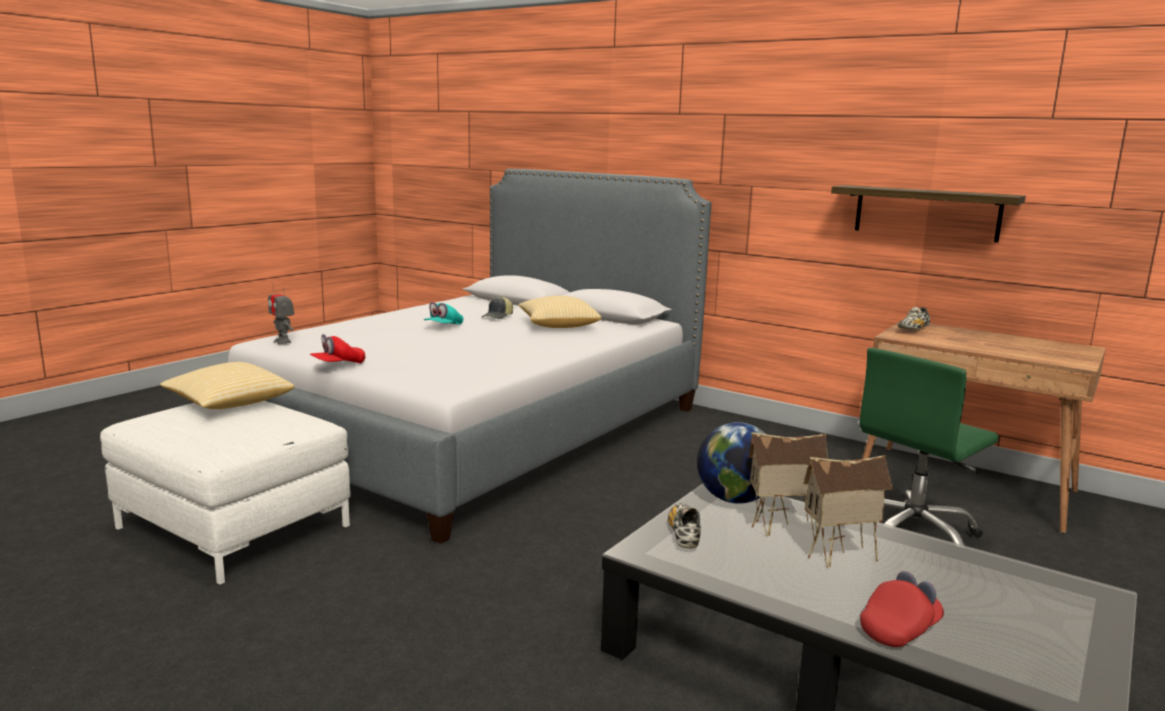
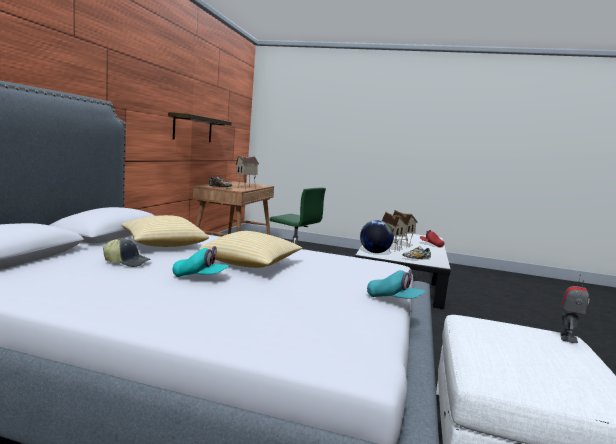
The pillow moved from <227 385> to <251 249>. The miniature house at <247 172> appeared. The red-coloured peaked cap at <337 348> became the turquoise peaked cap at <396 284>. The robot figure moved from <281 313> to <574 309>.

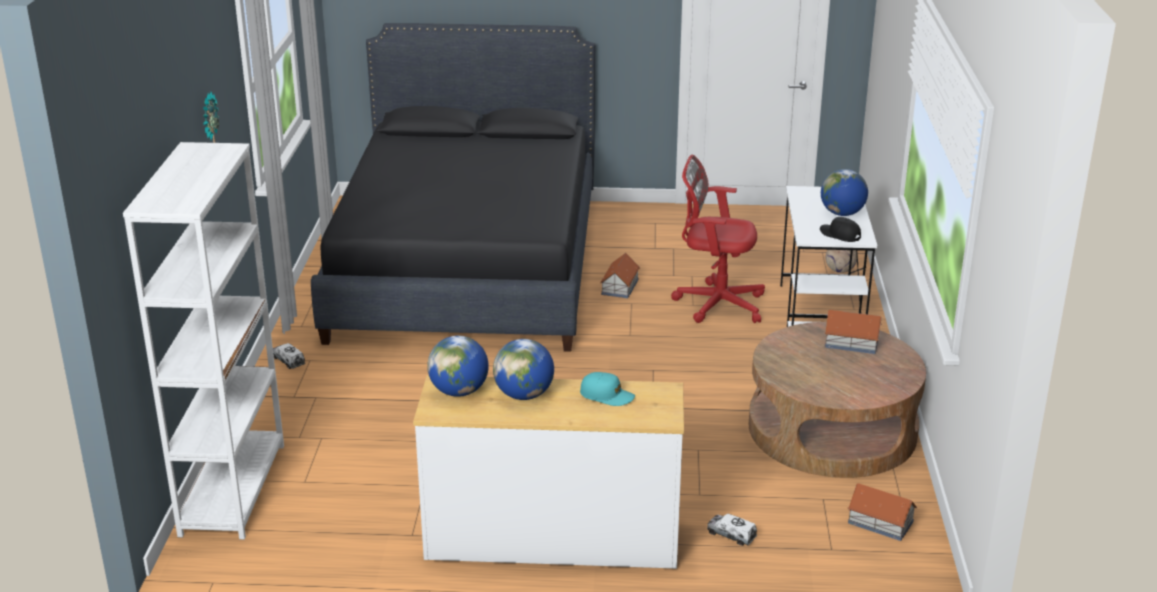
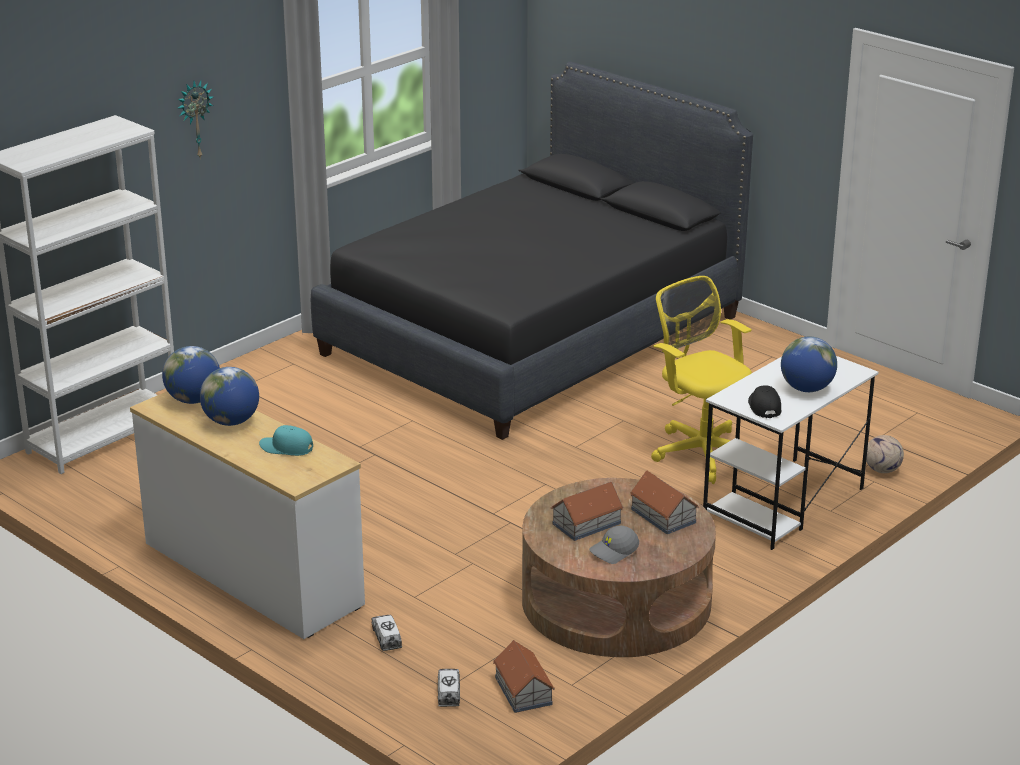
The turquoise peaked cap at <607 389> turned 135 degrees clockwise. The toy truck moved from <289 356> to <449 688>. The miniature house moved from <620 275> to <587 511>. The grey peaked cap at <614 545> appeared. The red-coloured computer chair at <718 239> became the yellow computer chair at <701 380>.

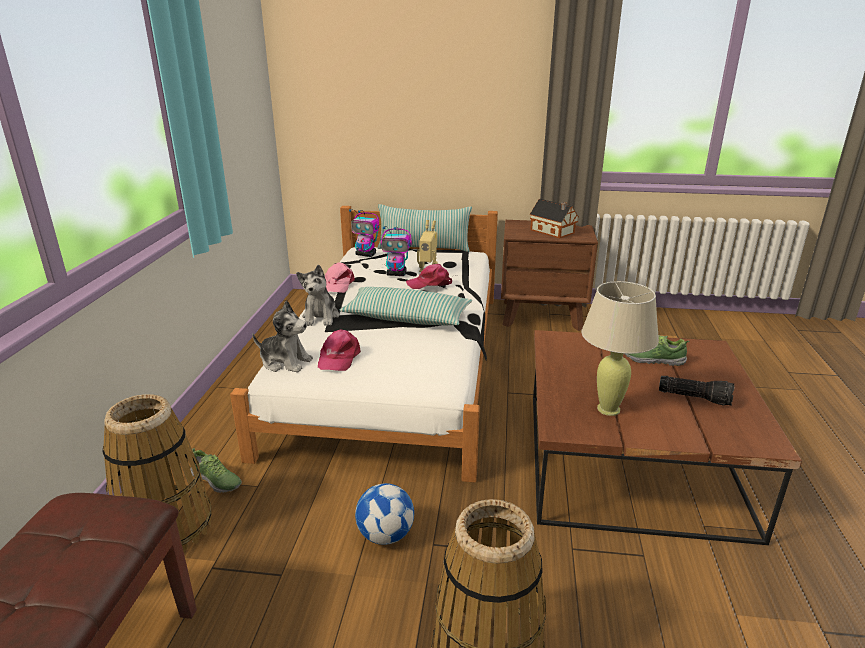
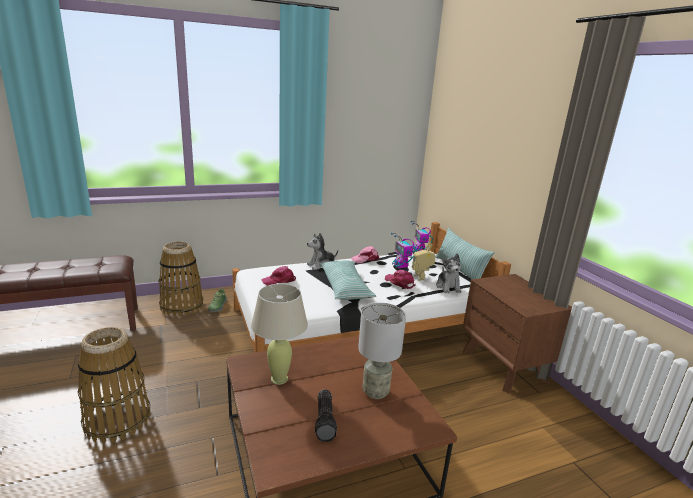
The shoe at <657 350> was replaced by the grey tabletop lamp at <382 351>. The plush toy moved from <282 336> to <449 273>. The football at <384 514> disappeared. The miniature house at <554 218> disappeared.

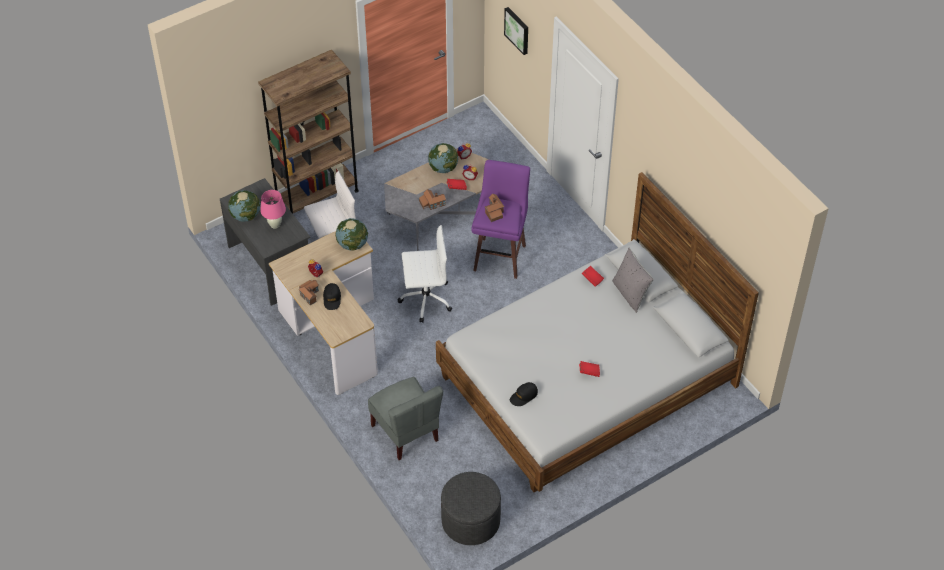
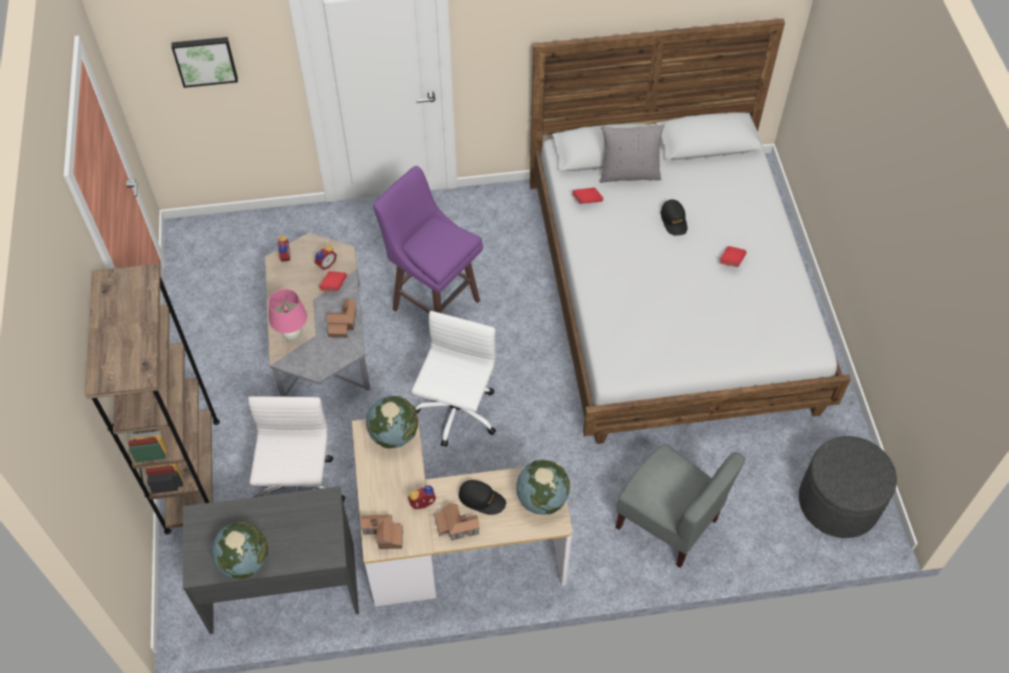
The pink-coloured tabletop lamp moved from <273 209> to <288 315>. The miniature house moved from <494 208> to <382 532>. The desk globe moved from <443 158> to <543 487>. The grey upright chair at <405 418> turned 45 degrees clockwise. The blackish peaked cap moved from <524 394> to <674 218>.

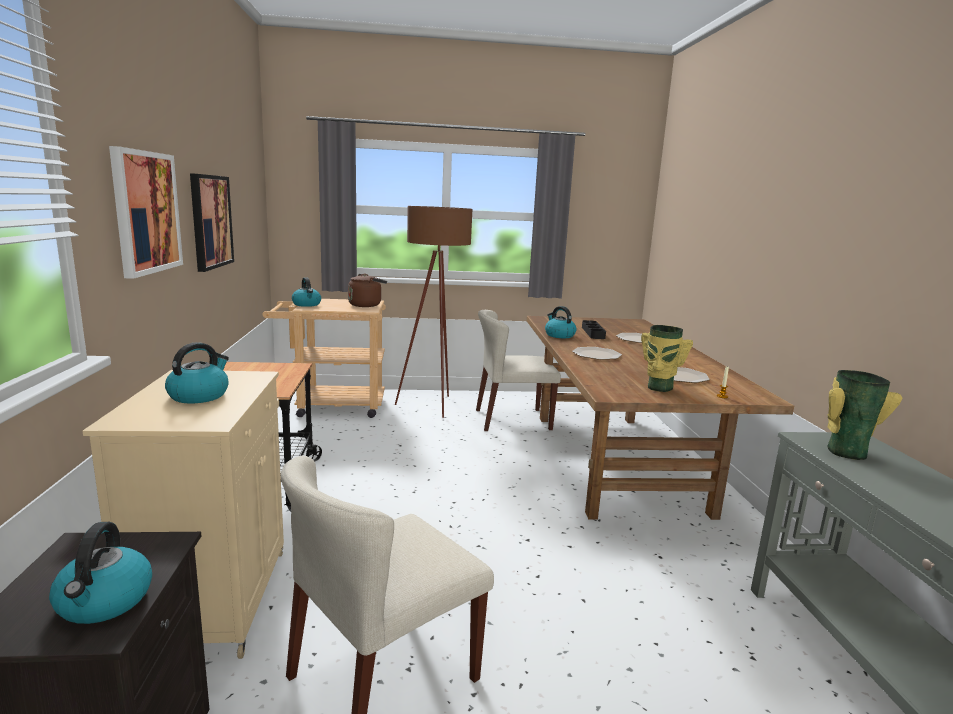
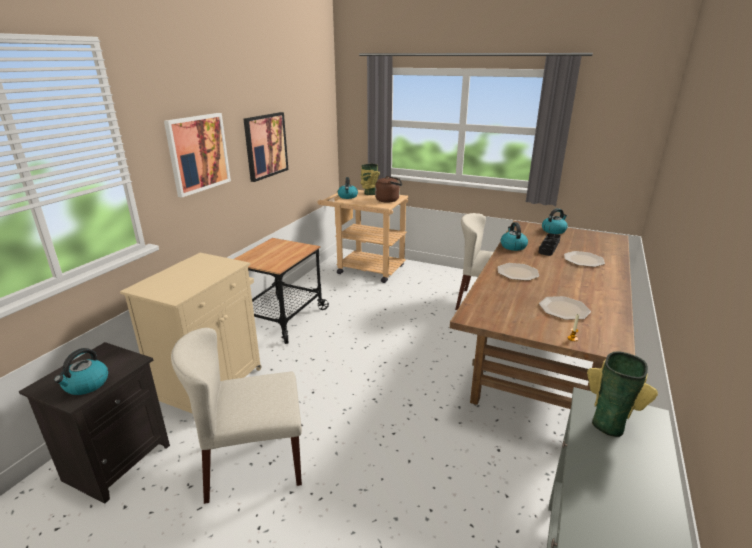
The decorative vase moved from <667 358> to <370 179>. The tea kettle moved from <197 372> to <555 221>. The brownish floor lamp at <433 312> disappeared.

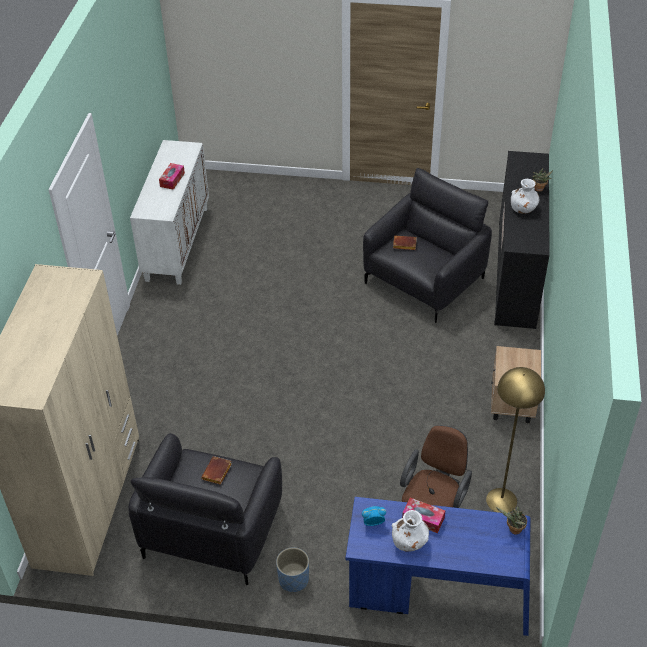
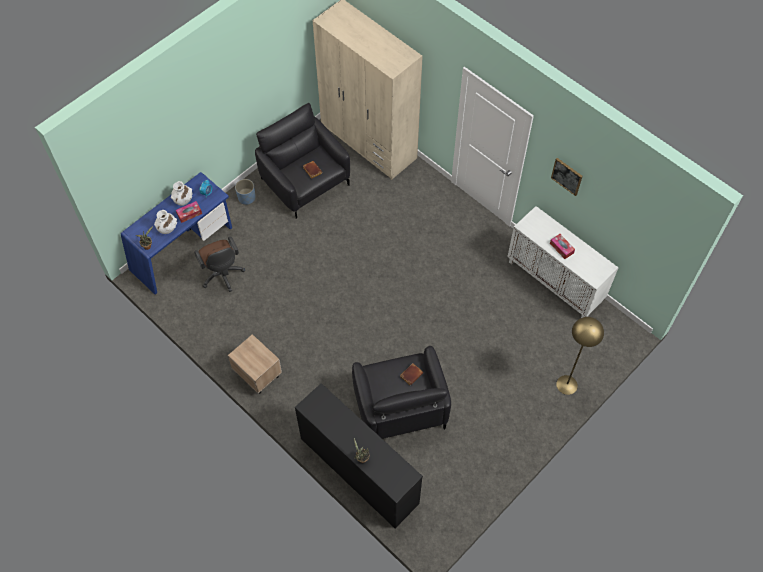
The white decorative vase moved from <525 196> to <165 222>. The wall picture at <567 177> appeared. The yellow floor lamp moved from <515 440> to <580 356>.

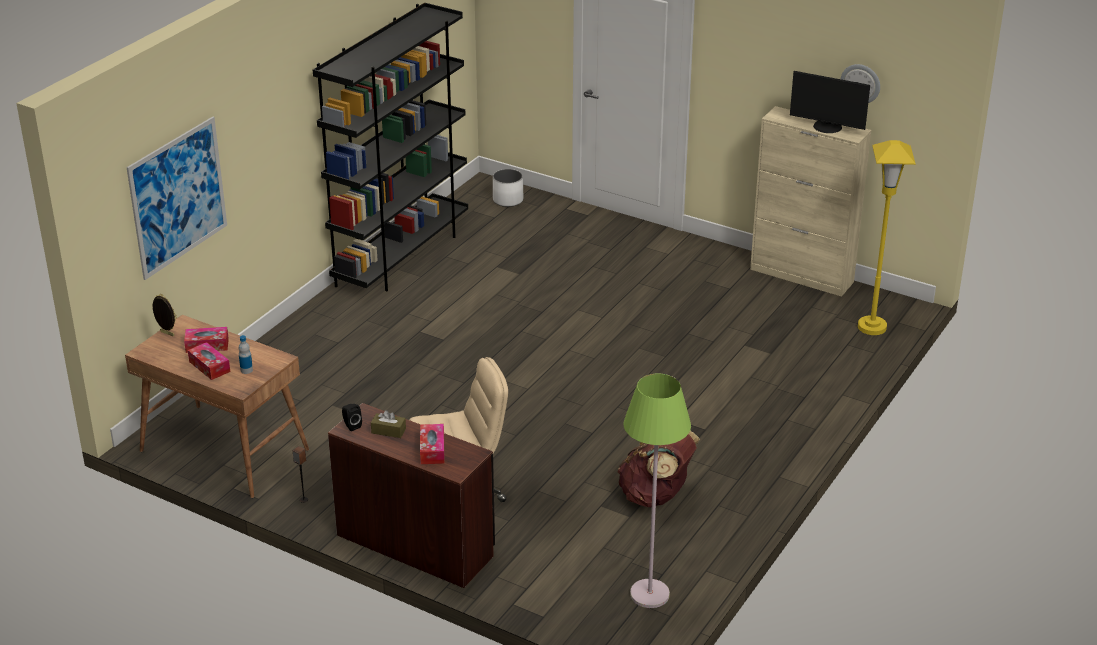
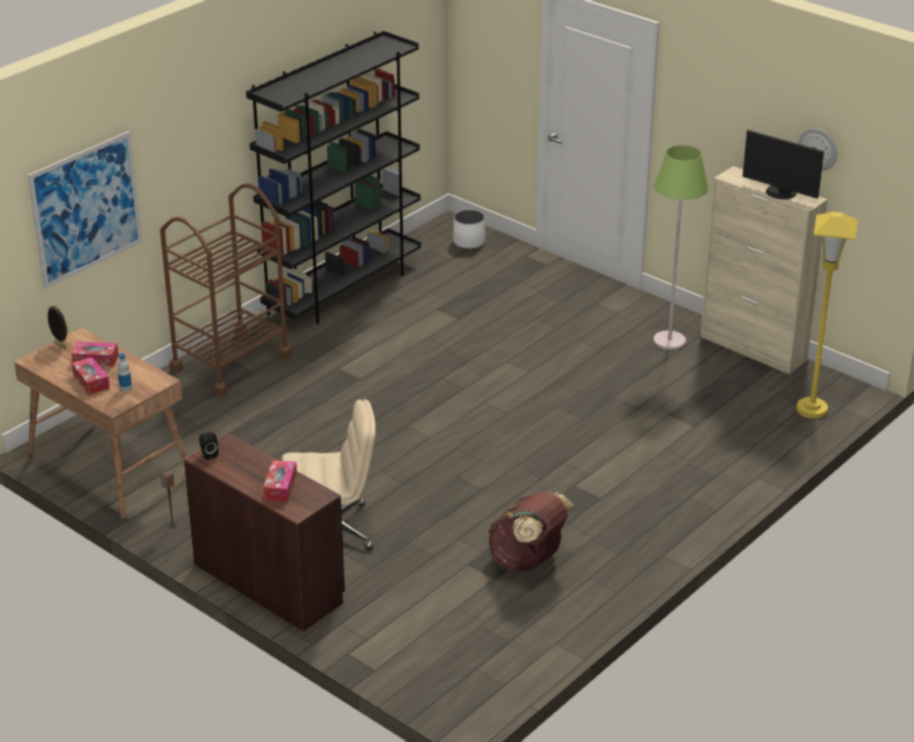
The brownish cart at <226 289> appeared. The green floor lamp moved from <657 491> to <681 247>. The brownish tissue holder at <388 424> disappeared.

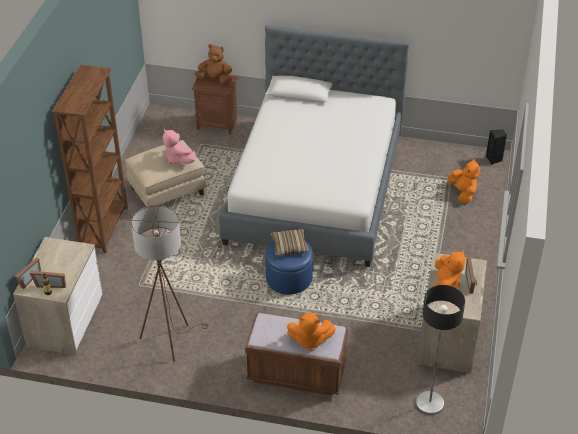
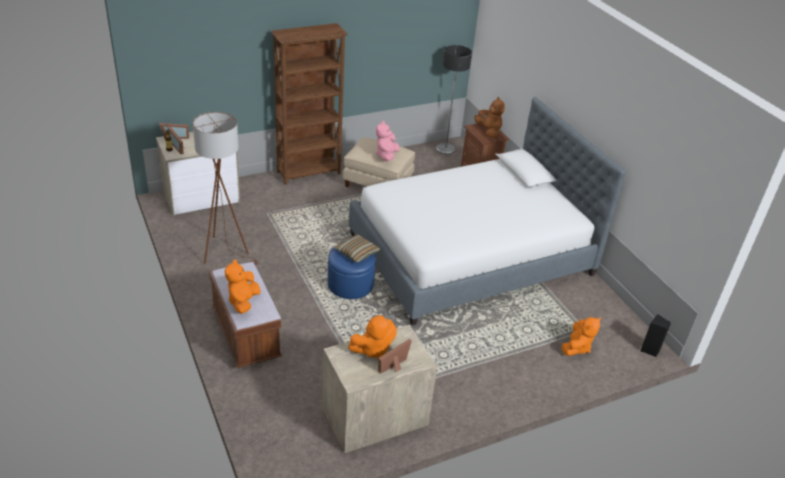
The orange-coloured plush toy at <311 332> turned 45 degrees clockwise. The floor lamp moved from <440 350> to <454 99>.

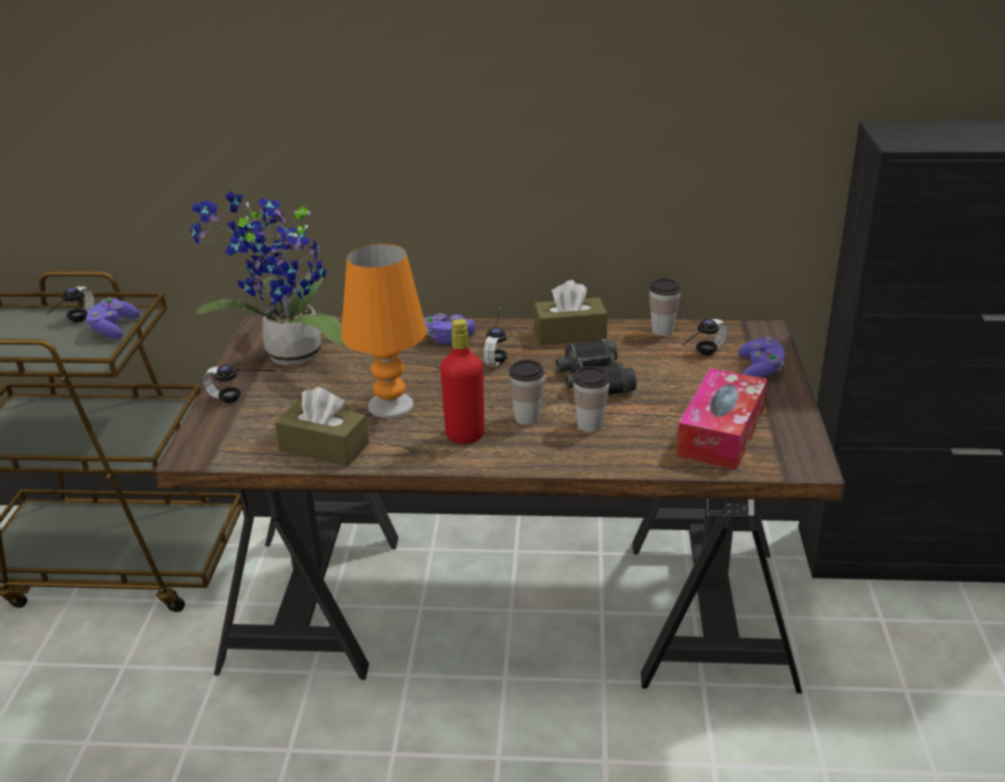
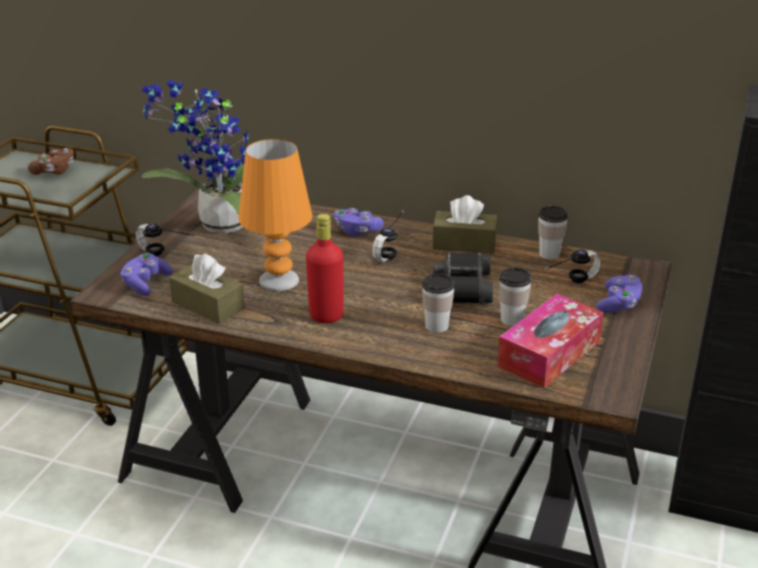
The headset at <69 304> was replaced by the brownish gamepad at <51 161>. The purple gamepad moved from <113 318> to <147 274>. The small cup moved from <526 392> to <515 296>.

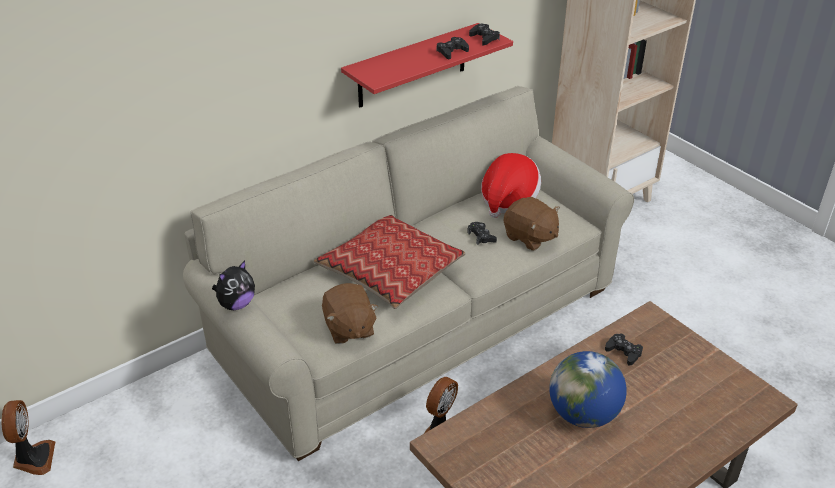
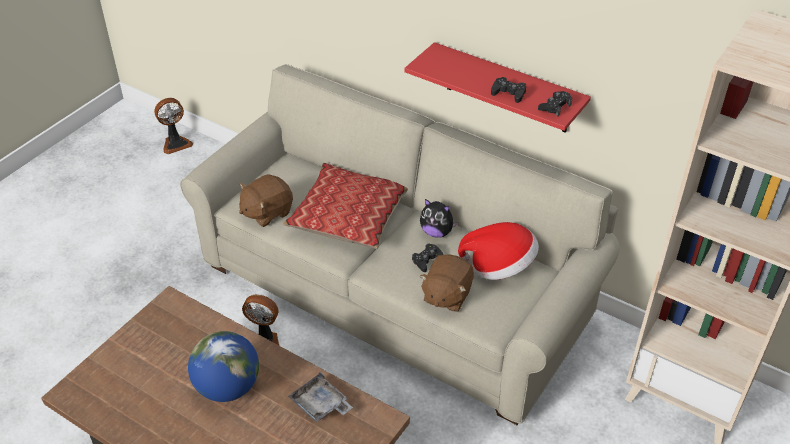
The blackish gamepad at <624 350> was replaced by the grey tray at <320 396>. The plush toy moved from <233 285> to <439 218>.

